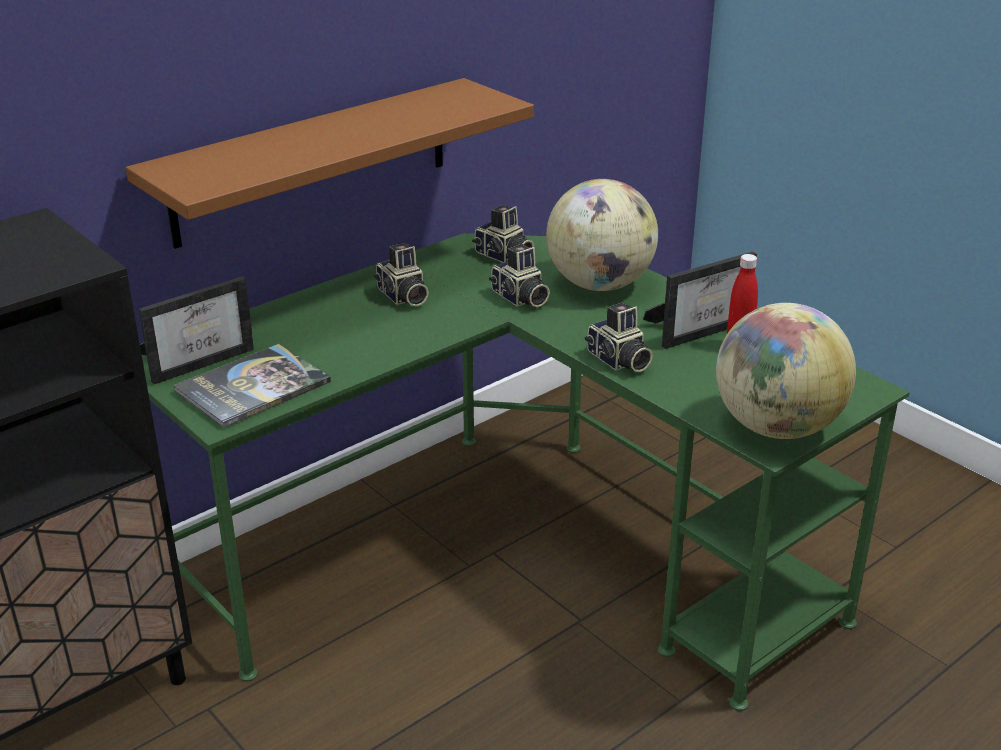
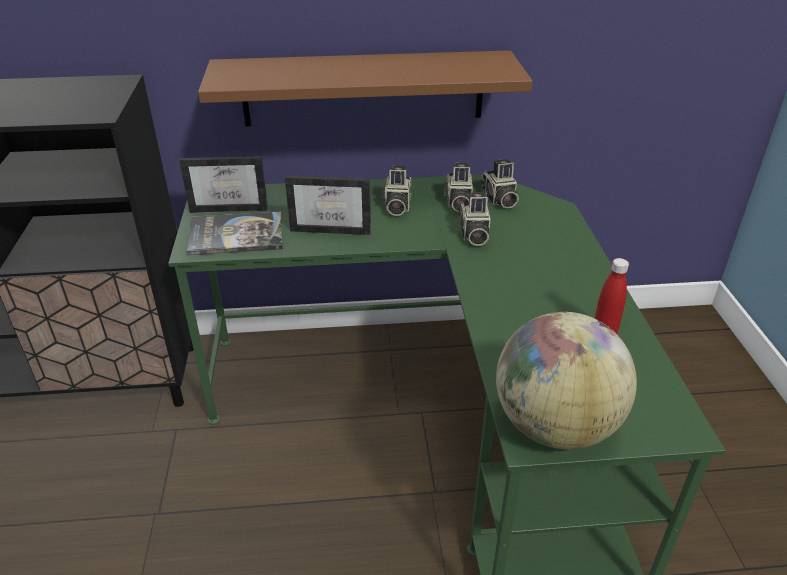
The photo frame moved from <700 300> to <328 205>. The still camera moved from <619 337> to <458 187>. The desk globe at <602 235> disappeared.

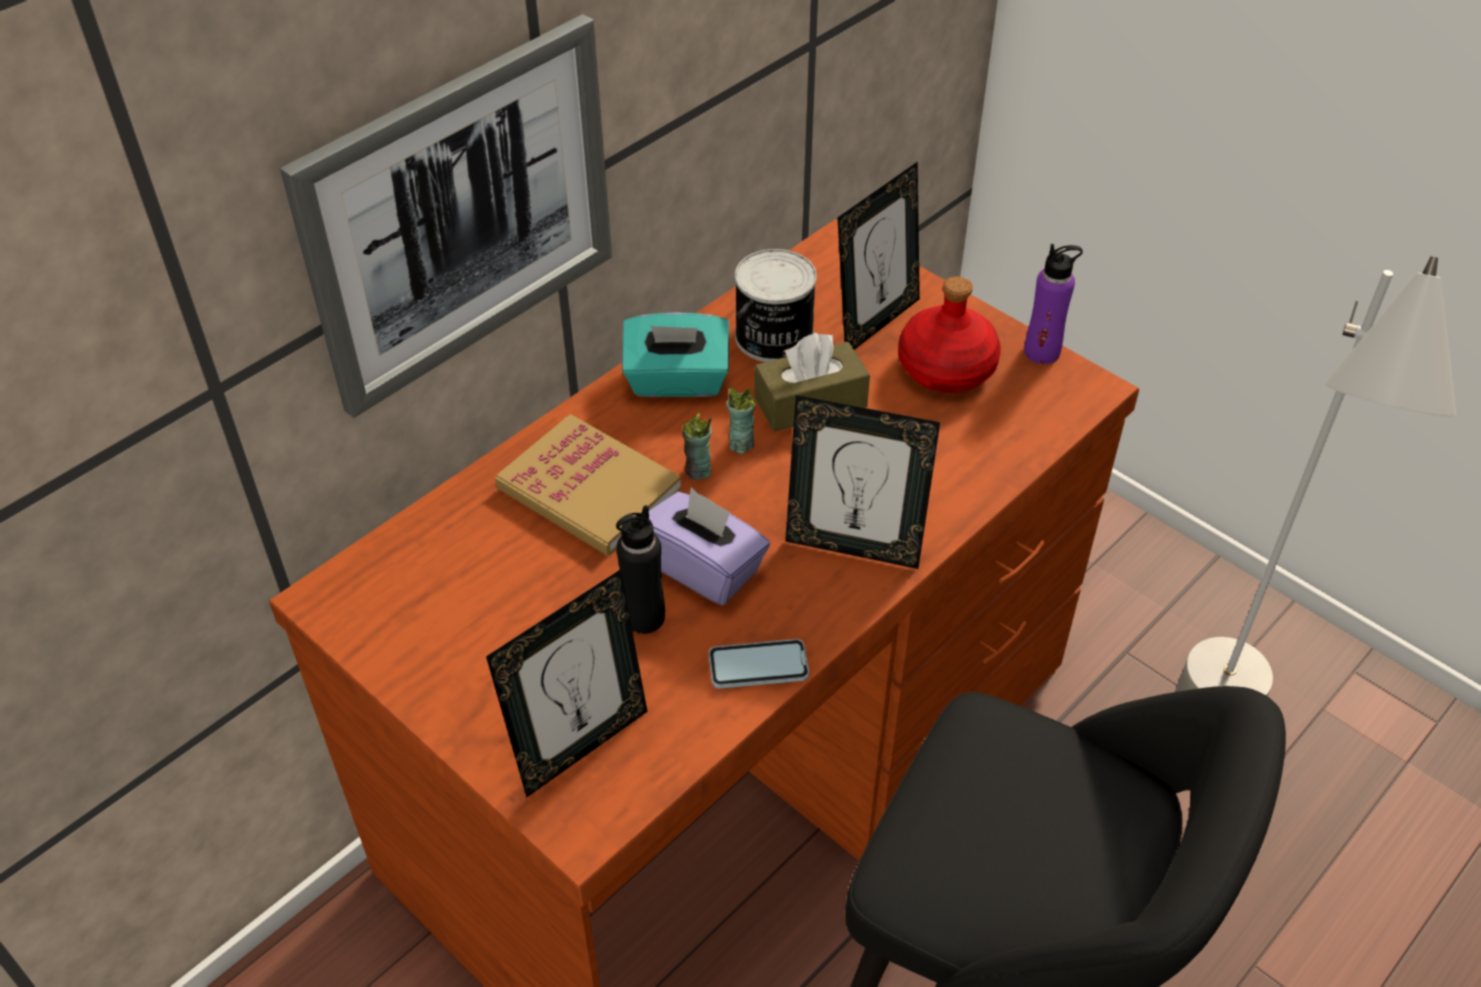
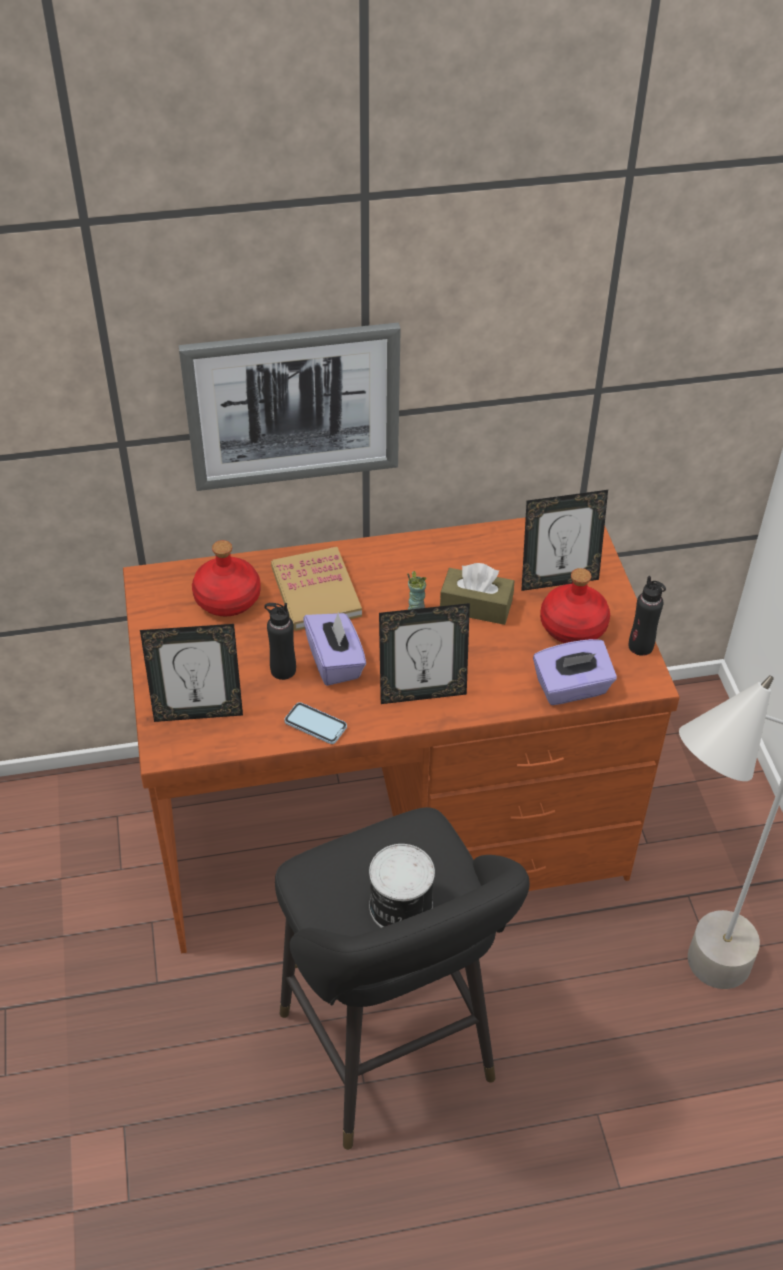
The red-coloured drink bottle at <226 578> appeared. The metal can moved from <776 305> to <402 886>. The photo frame at <862 482> turned 60 degrees counterclockwise. The purple tissue holder at <575 672> appeared. The purple drink bottle at <1053 304> became the blackish drink bottle at <647 616>. The turquoise tissue holder at <675 354> disappeared. The small cup at <697 447> disappeared.

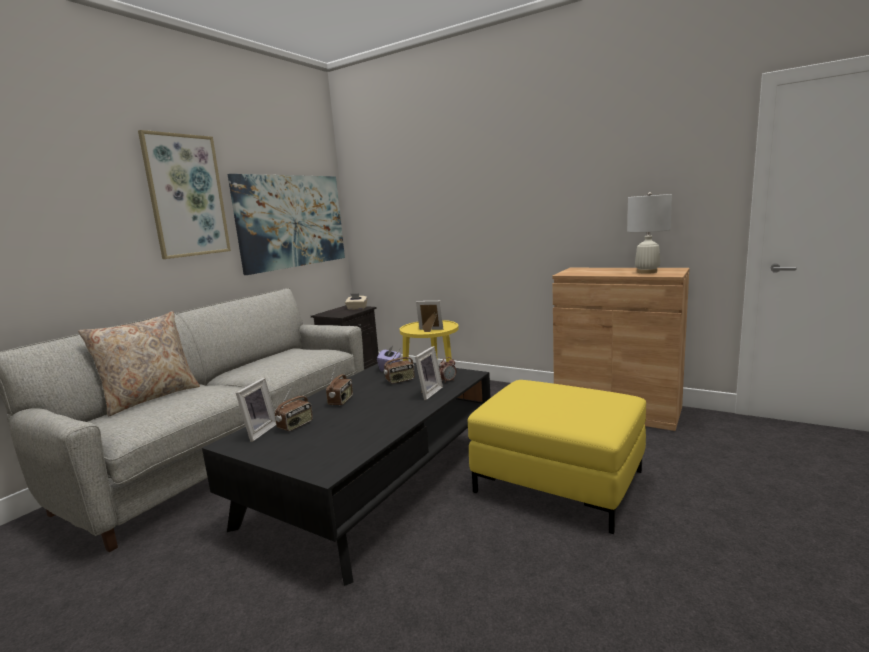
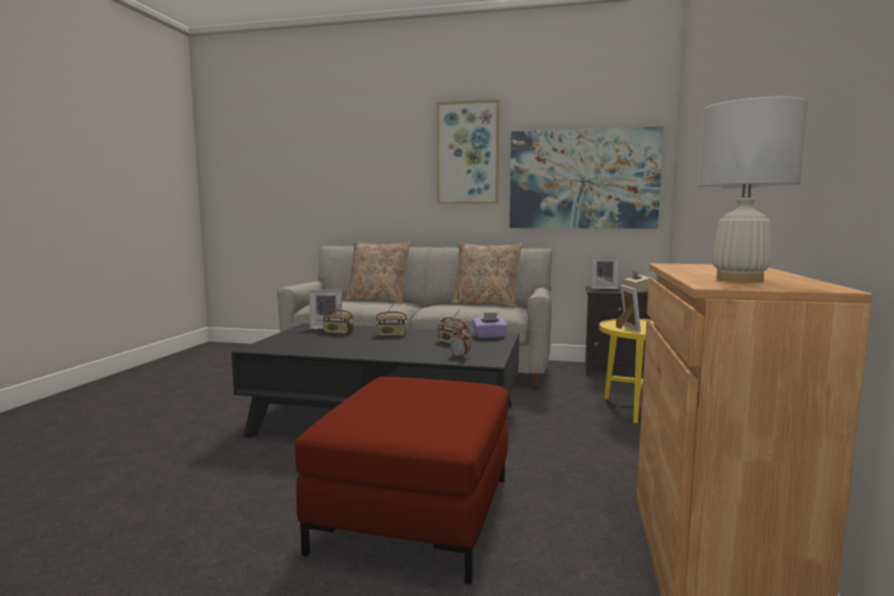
The yellow pouffe at <556 457> became the red-coloured pouffe at <401 480>. The beige pillow at <487 275> appeared. The photo frame moved from <429 373> to <605 272>.

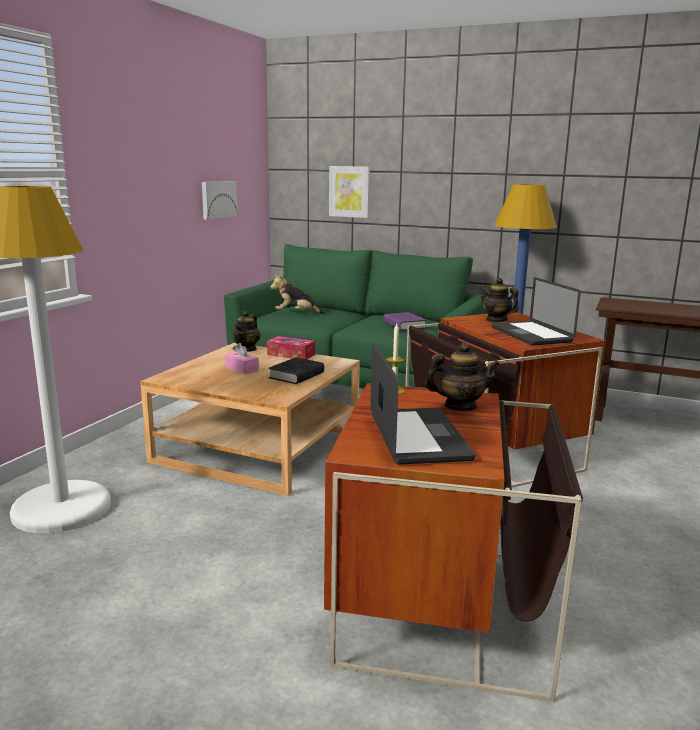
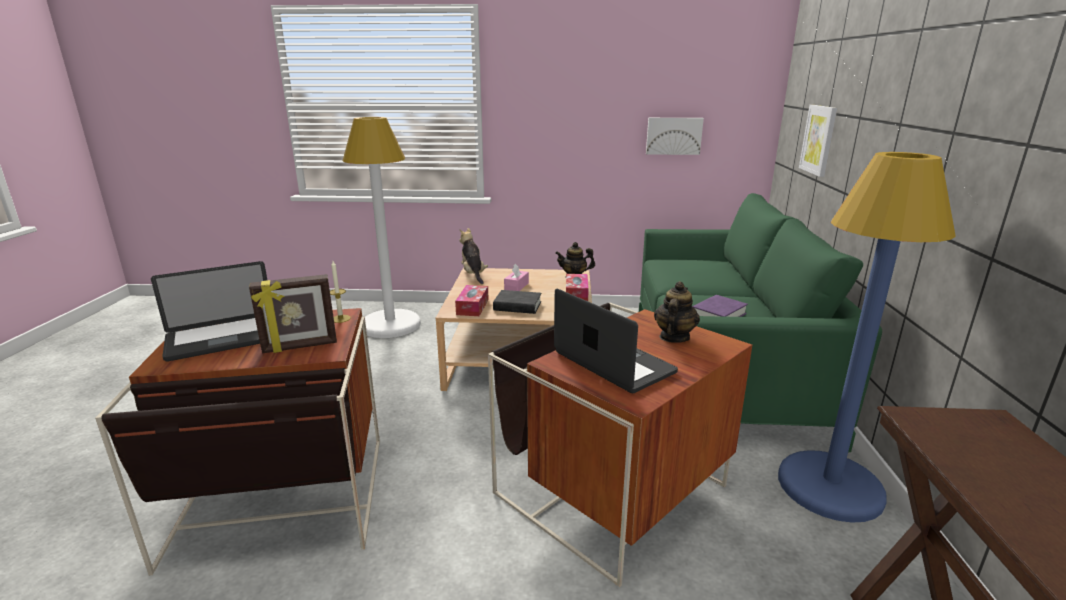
The teapot at <462 376> was replaced by the photo frame at <293 313>. The tissue holder at <472 300> appeared. The plush toy moved from <297 294> to <474 256>. The portable computer at <536 311> turned 90 degrees clockwise.

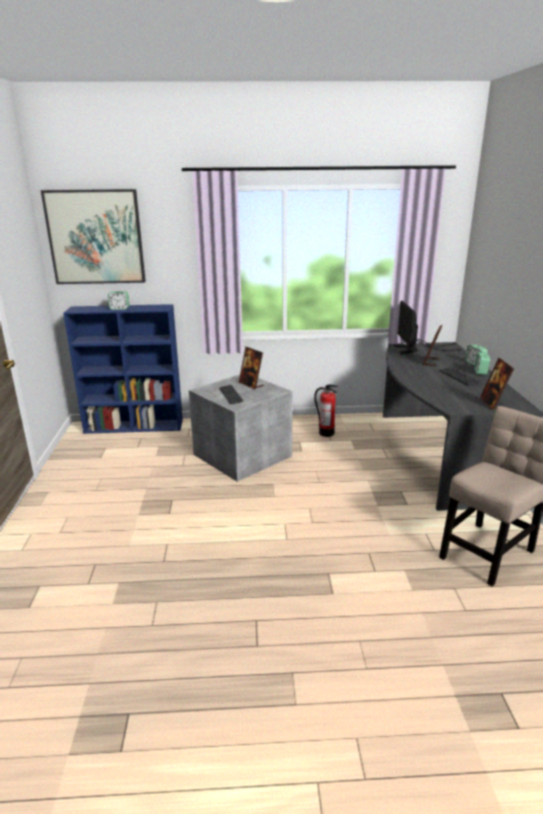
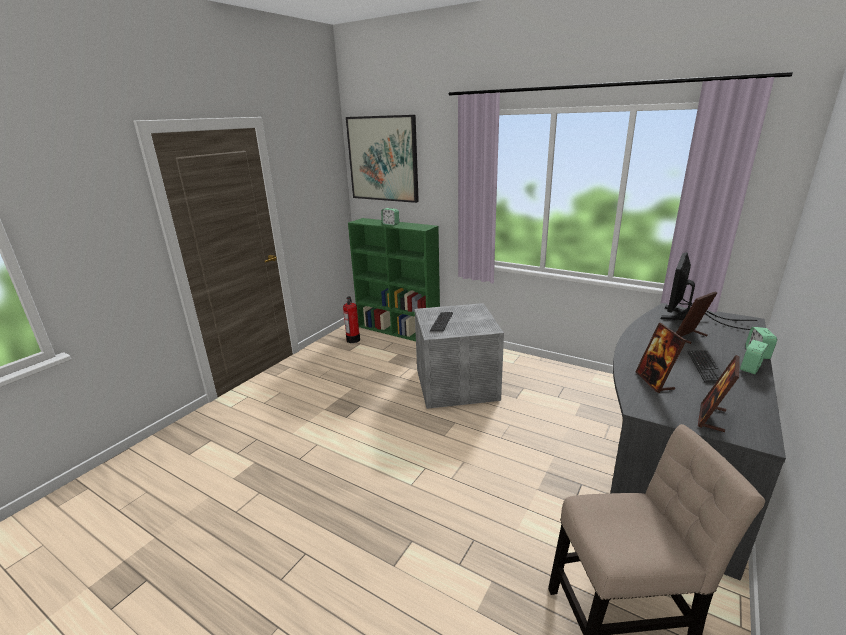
The fire-fighting cylinder moved from <326 411> to <351 319>. The blue-coloured bookshelf at <123 369> became the green bookshelf at <394 279>. The photo frame moved from <251 368> to <660 358>.

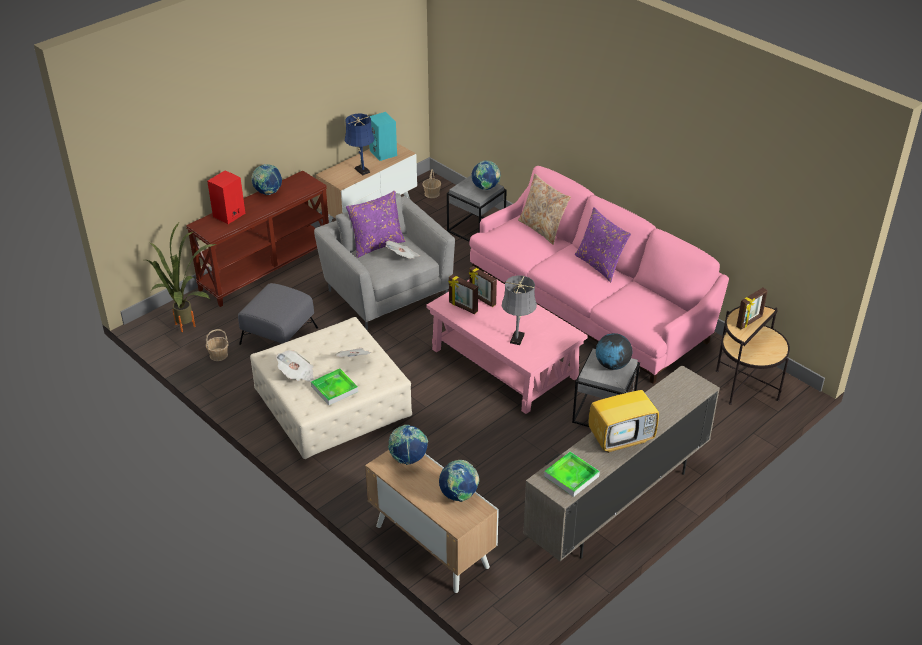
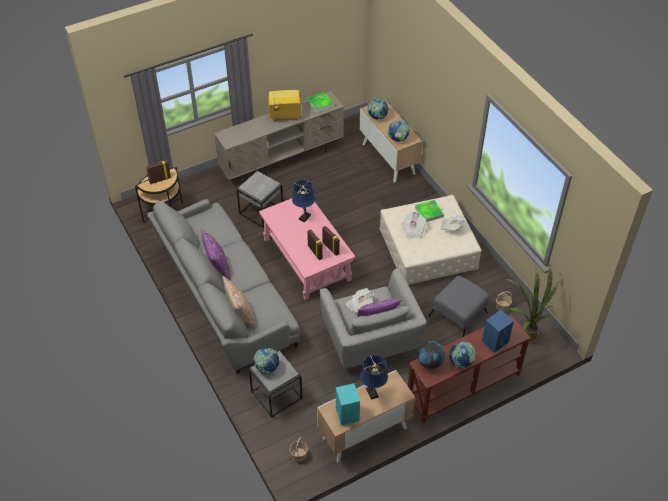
The pink-coloured settee at <599 275> became the grey settee at <223 286>. The grey tabletop lamp at <519 310> became the blue-coloured tabletop lamp at <303 201>. The desk globe moved from <614 351> to <431 355>. The red-coloured loudspeaker at <226 197> became the blue-coloured loudspeaker at <498 331>.

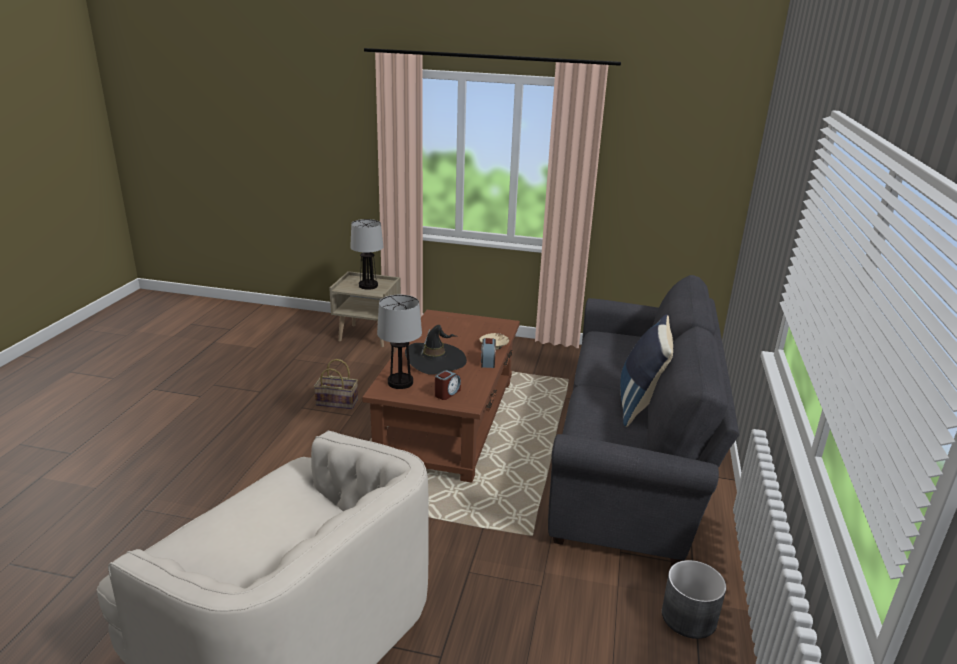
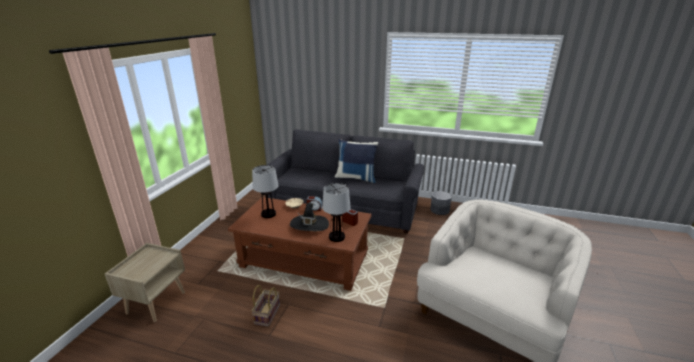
The tabletop lamp moved from <367 254> to <265 191>.

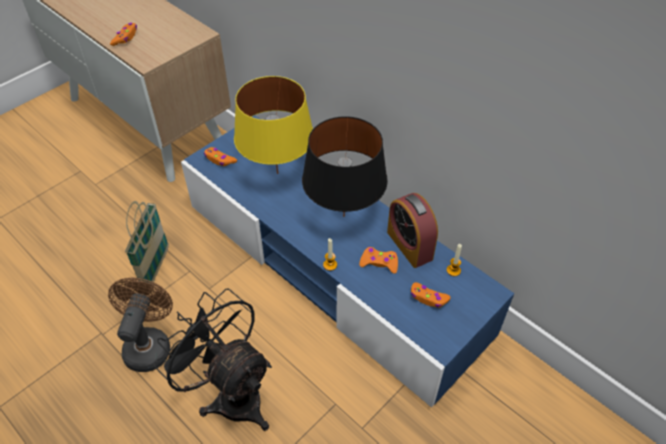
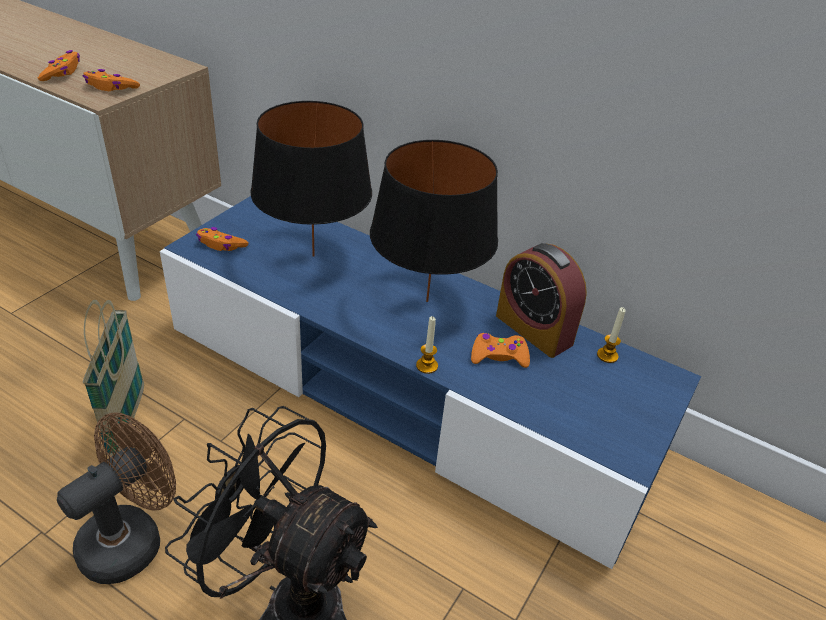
The brownish cooling fan at <140 325> turned 45 degrees clockwise. The orange-coloured gamepad moved from <431 295> to <111 80>. The yellow tabletop lamp at <273 125> became the blackish tabletop lamp at <311 179>.

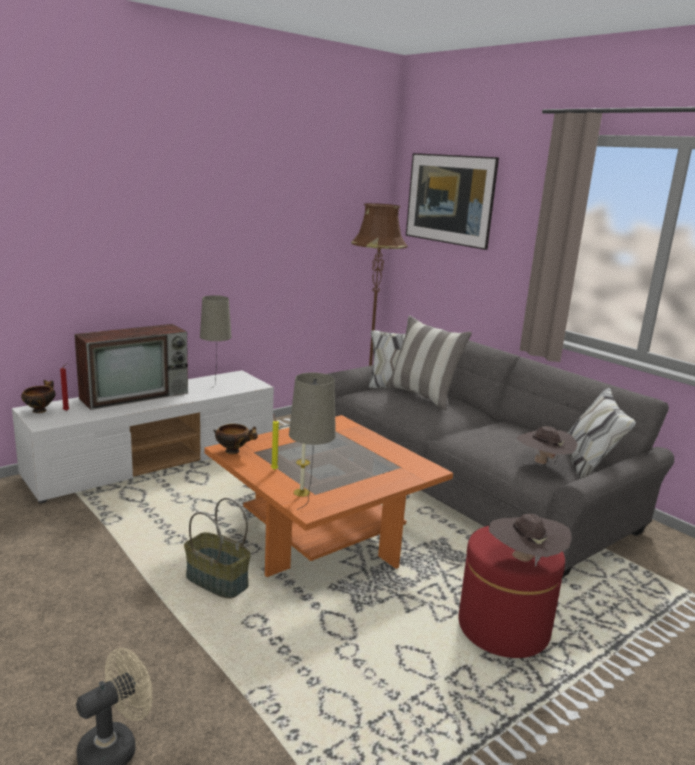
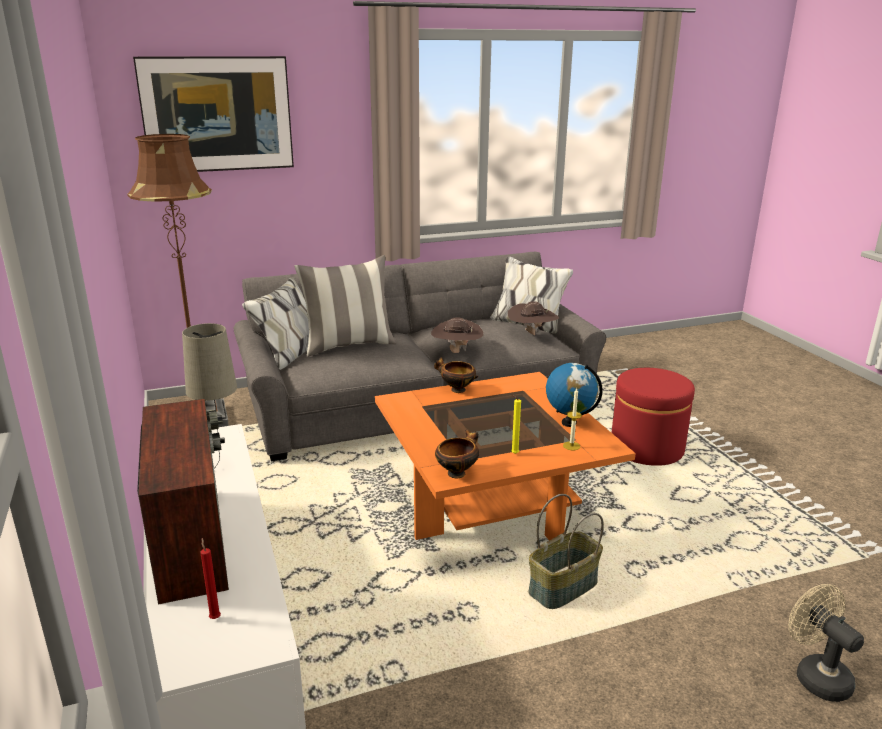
The brownish hat moved from <530 540> to <457 335>. The bowl moved from <38 396> to <456 375>. The desk globe at <574 395> appeared. The beige tabletop lamp at <312 441> disappeared.

